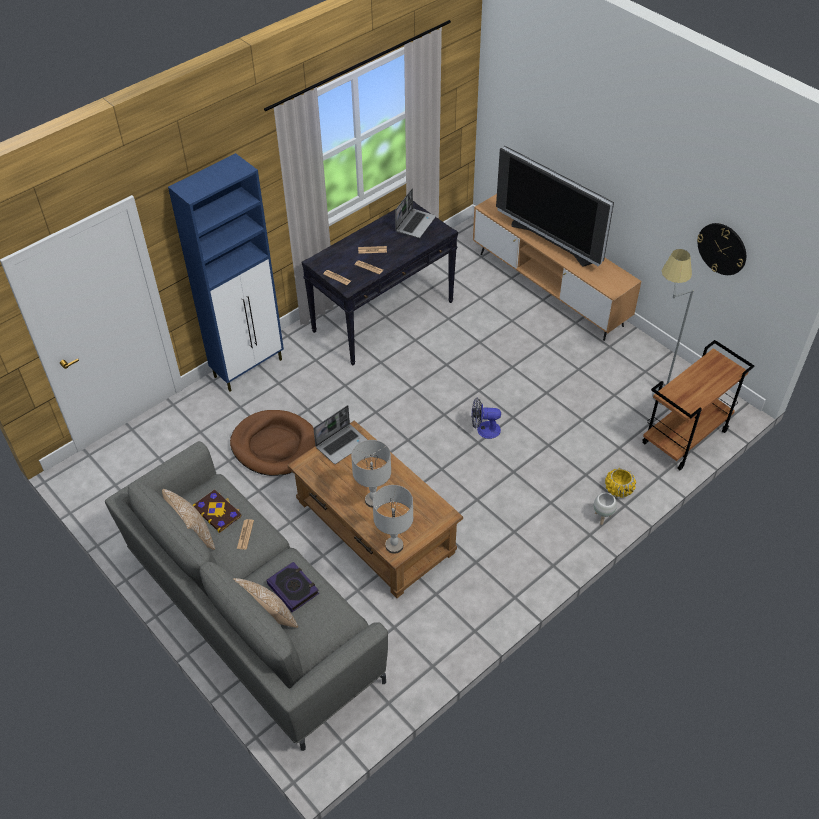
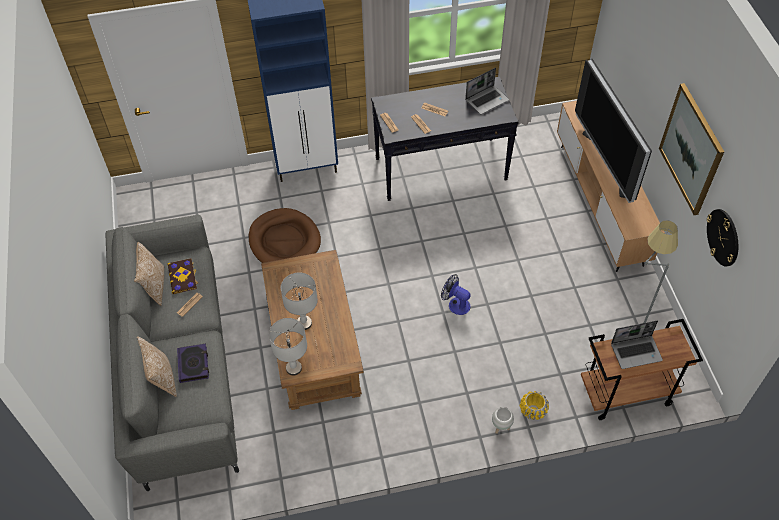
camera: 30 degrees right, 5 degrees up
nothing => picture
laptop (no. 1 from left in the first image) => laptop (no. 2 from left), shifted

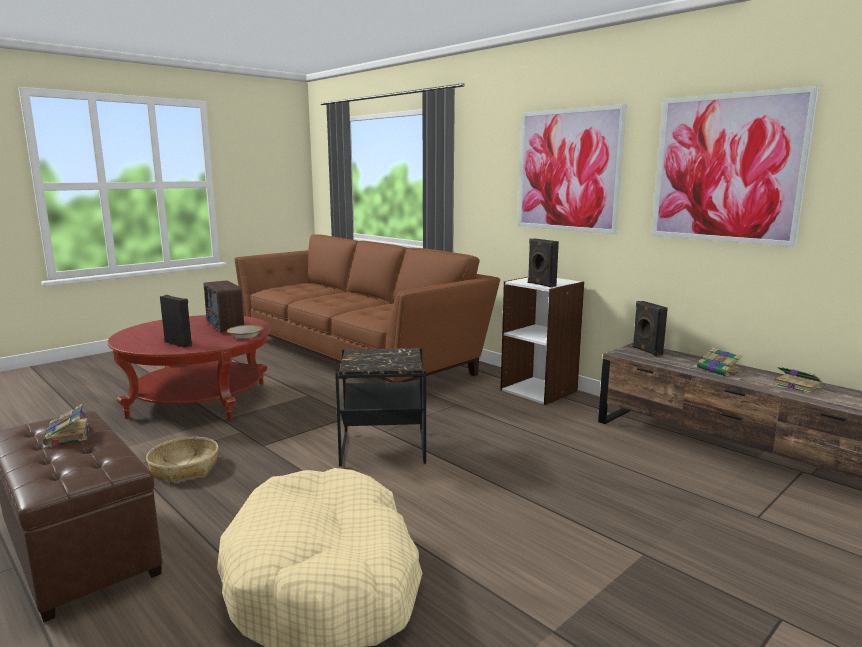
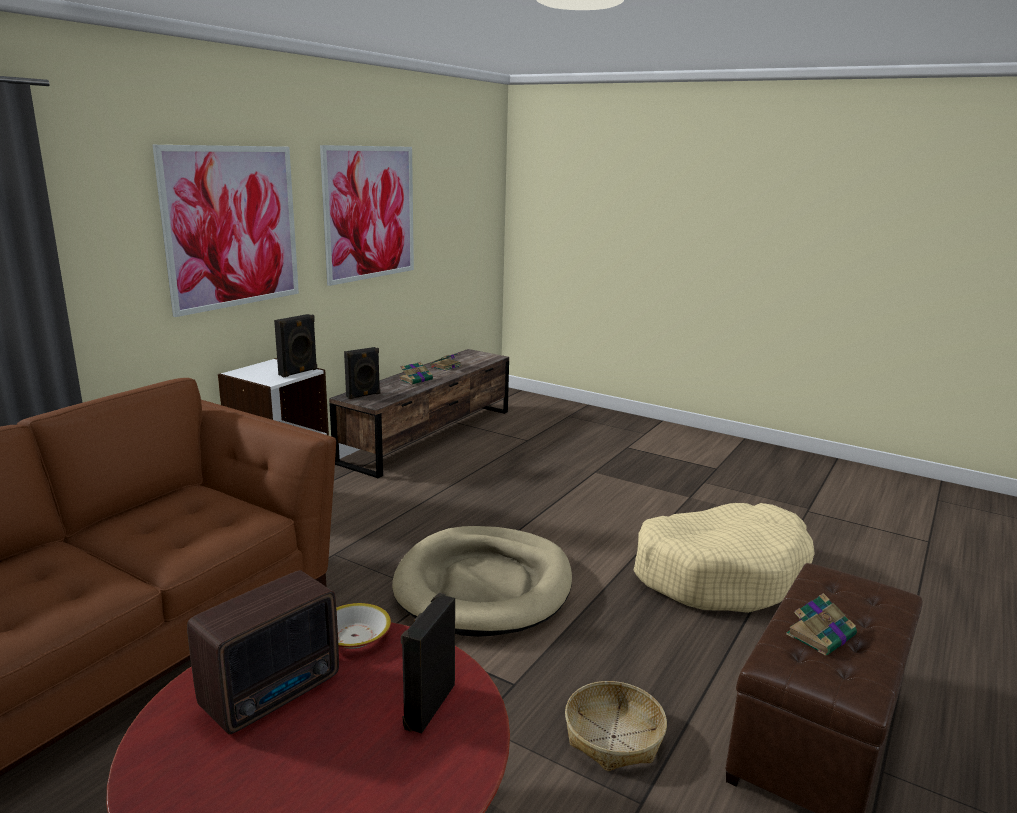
camera: 105 degrees left, 5 degrees up
side table (black) => dog bed (beige) (no. 1 from left)

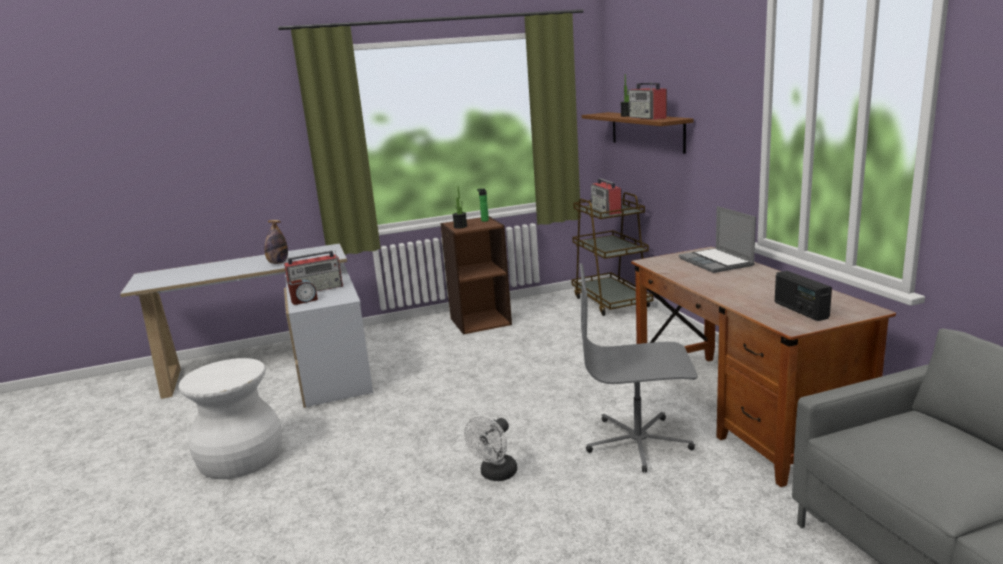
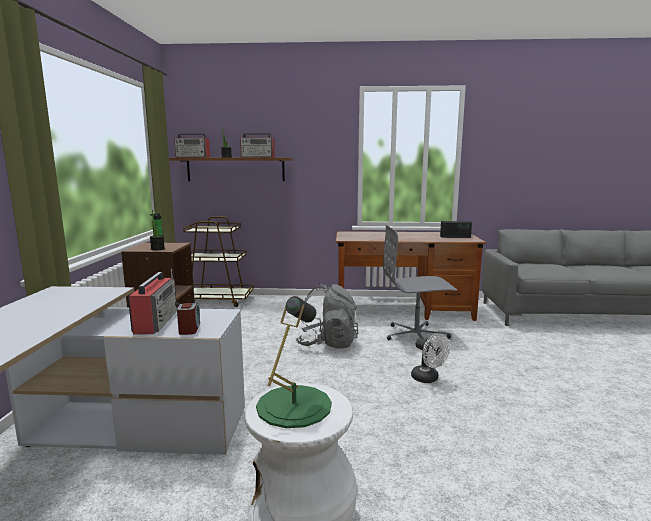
camera: 70 degrees left, 5 degrees down
bottle (no. 1 from left) => nothing
laptop => nothing
nothing => table lamp (green)
nothing => backpack (grey)
radio (no. 2 from left), shifted
office chair (grey), 60 degrees clockwise

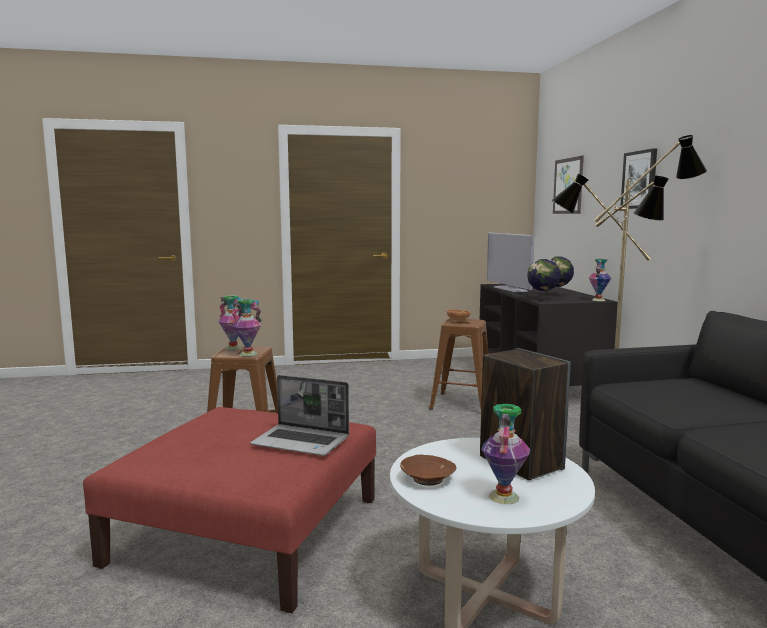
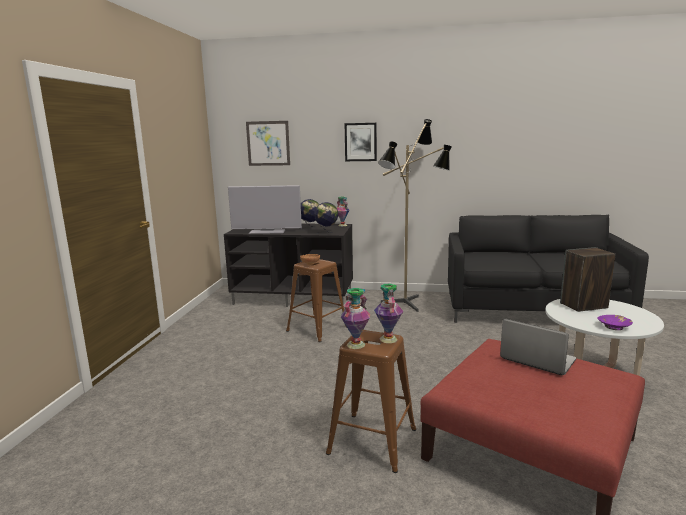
camera: 70 degrees left, 5 degrees up
vase (no. 3 from left) => nothing
bowl (brown) (no. 1 from left) => bowl (purple)
laptop, 90 degrees counterclockwise

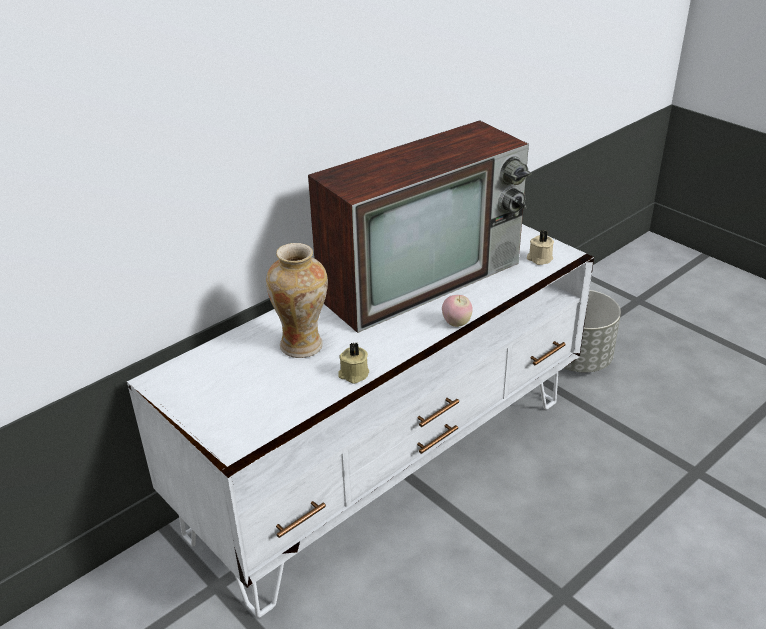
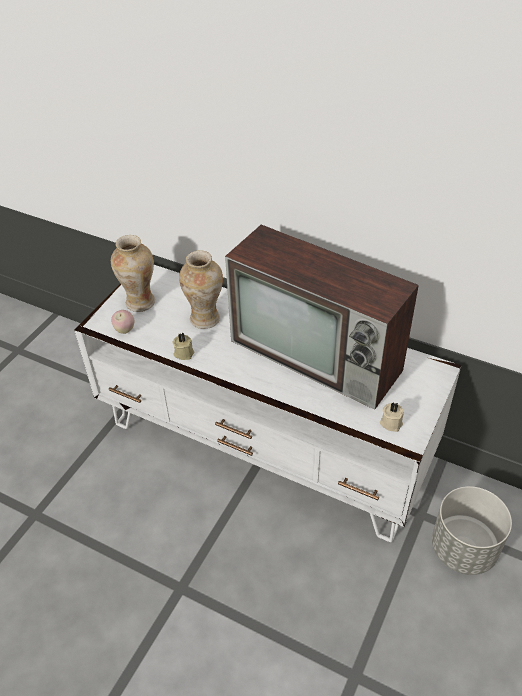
camera: 70 degrees right, 10 degrees up
nothing => vase (no. 1 from left)
apple, shifted

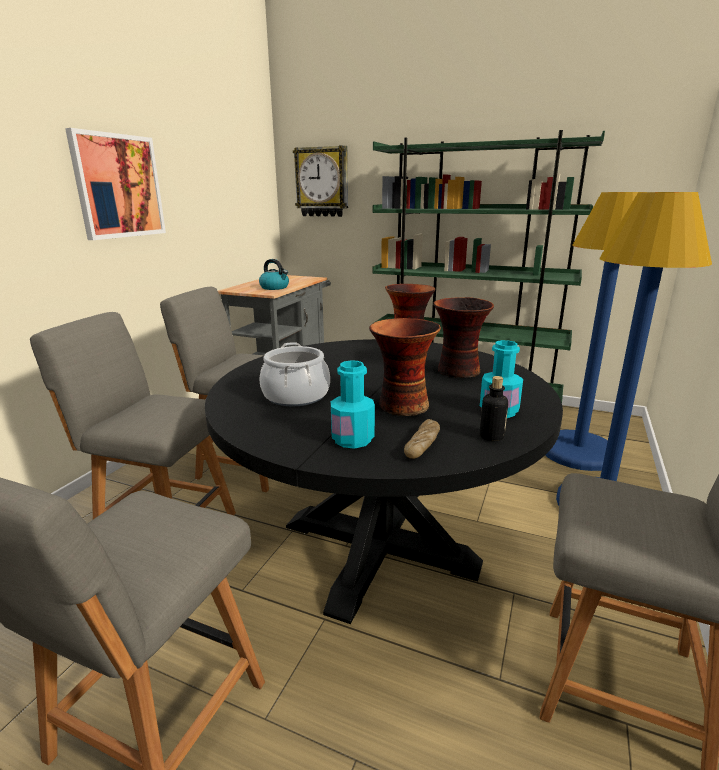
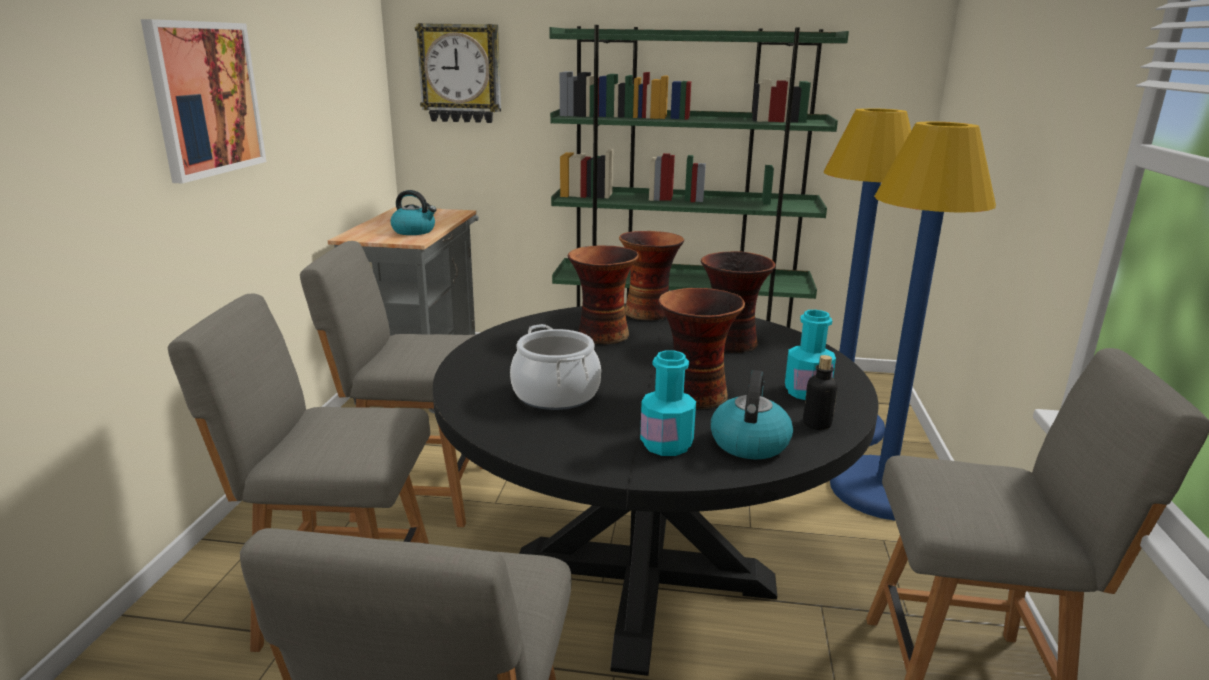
camera: 15 degrees left, 0 degrees up
nothing => vase (no. 1 from left)
bread => kettle (no. 2 from left)

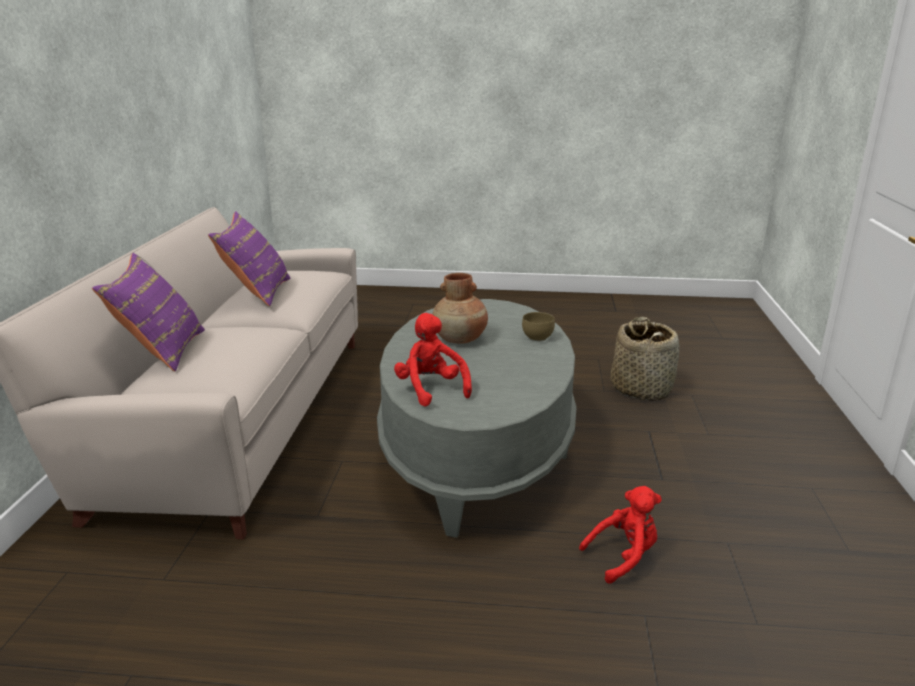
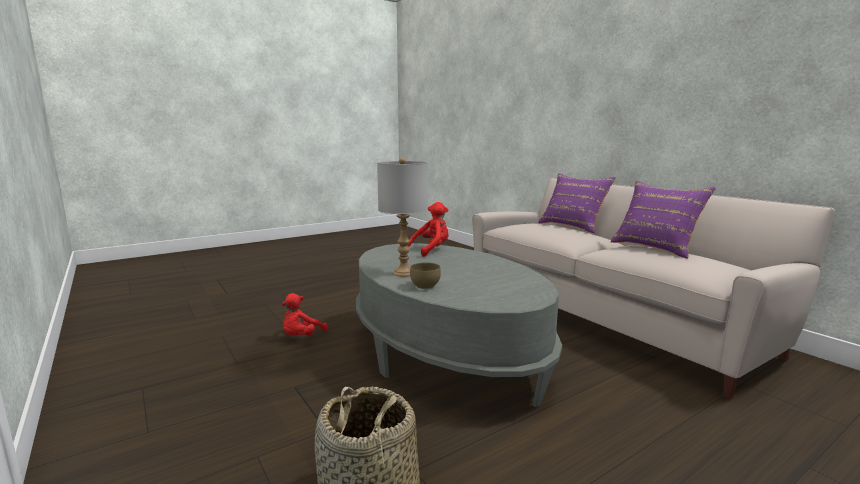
camera: 140 degrees right, 10 degrees down
vase (brown) => nothing
nothing => table lamp (grey)
plush toy (red) (no. 1 from left in the first image) => plush toy (red) (no. 2 from left), 60 degrees counterclockwise

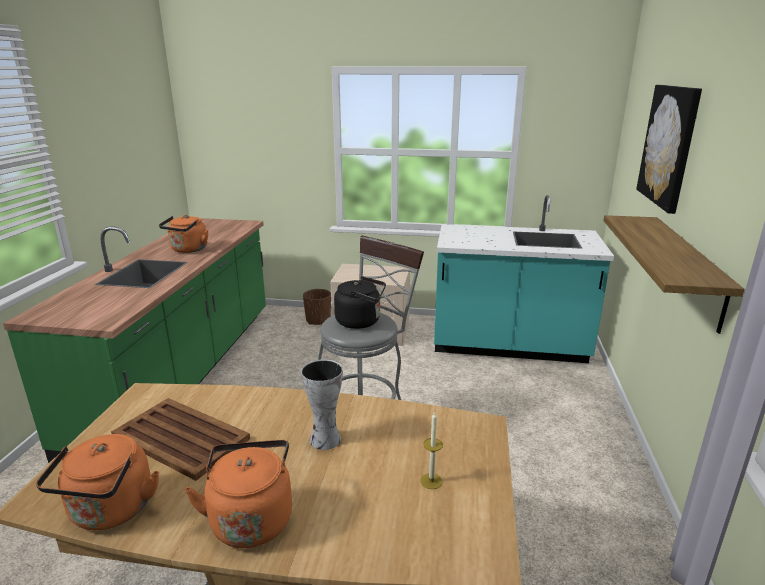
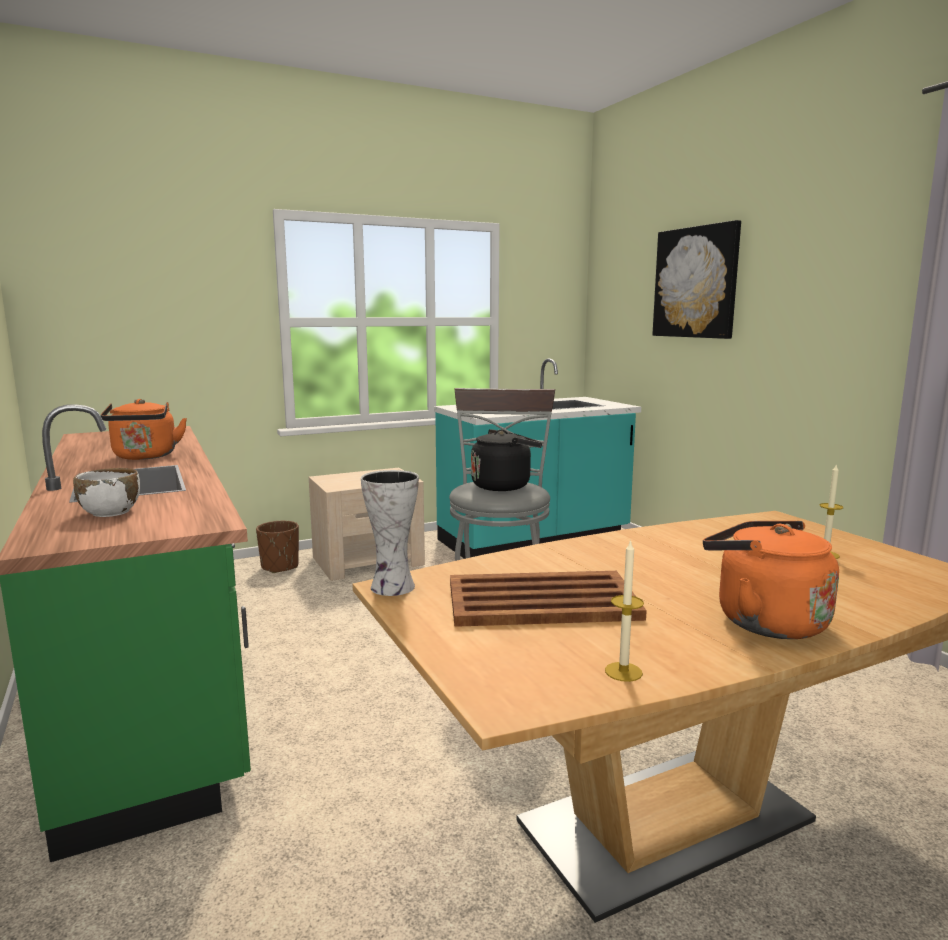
camera: 35 degrees left, 10 degrees down
shelf => nothing
nothing => bowl (white)
vase, shifted
kettle (orange) (no. 1 from left) => candle (no. 1 from left)

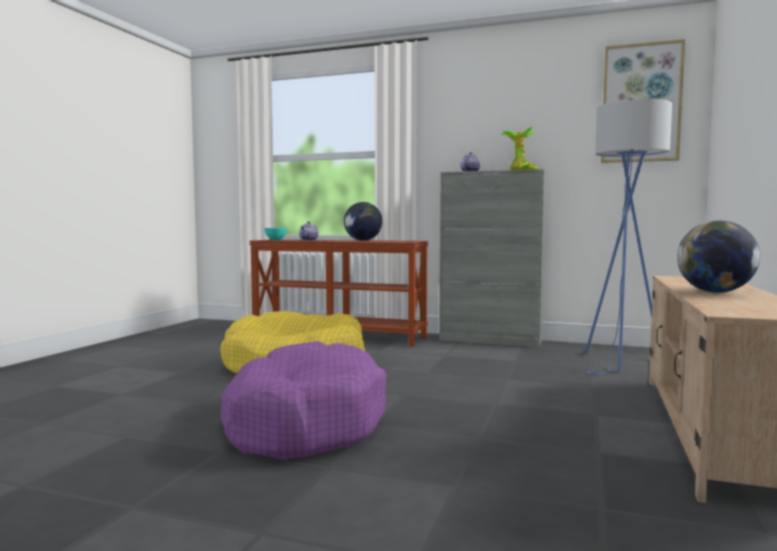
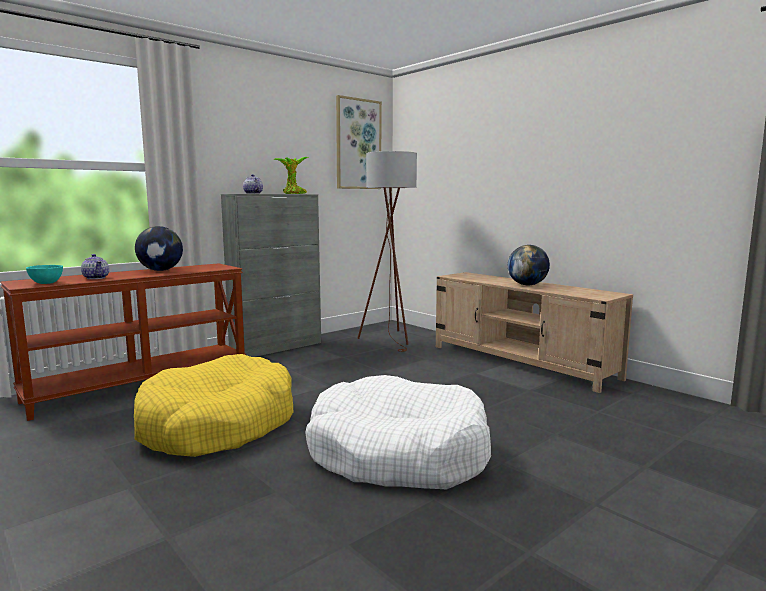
camera: 60 degrees left, 5 degrees up
dog bed (purple) => dog bed (white)
floor lamp (blue) => floor lamp (brown)

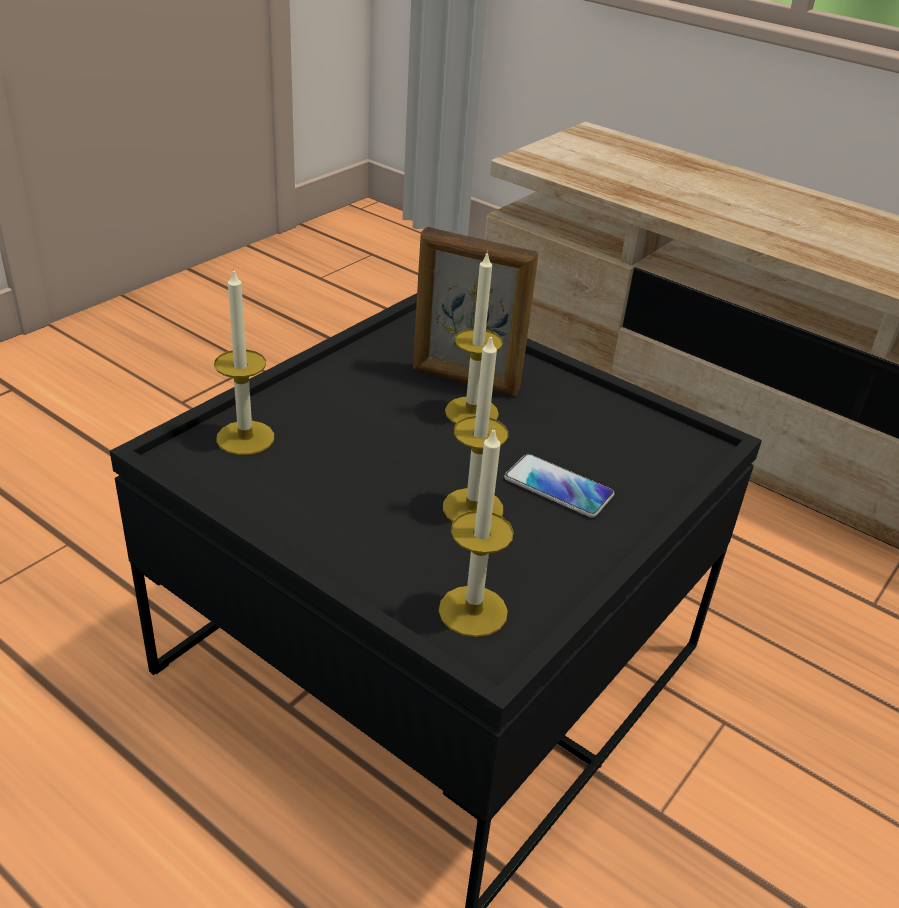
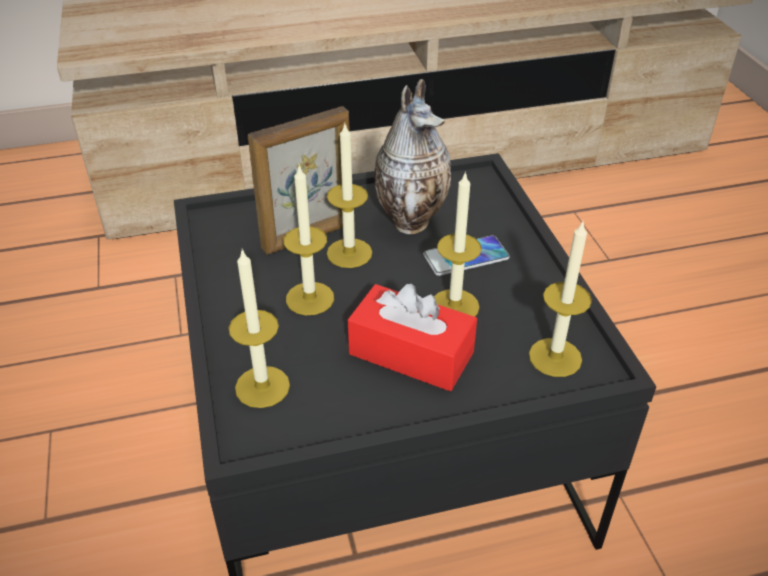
camera: 50 degrees left, 5 degrees up
nothing => candle (no. 2 from left)
nothing => tissue box (red)
nothing => vase

